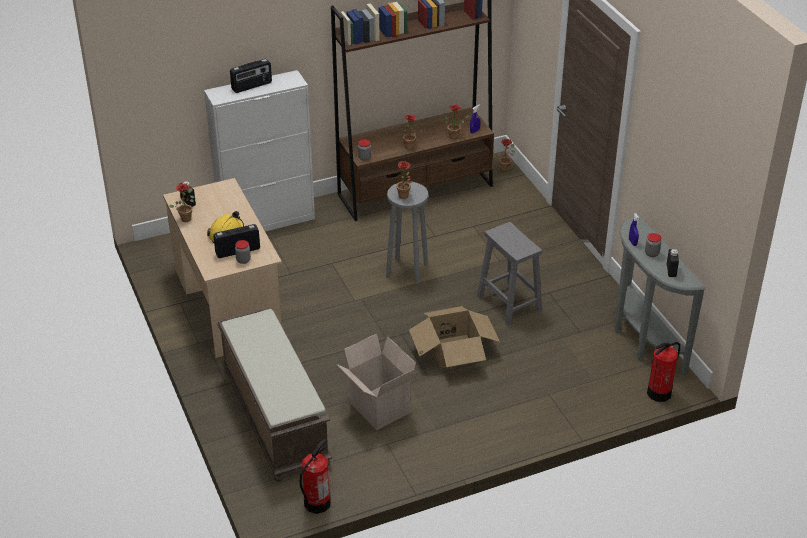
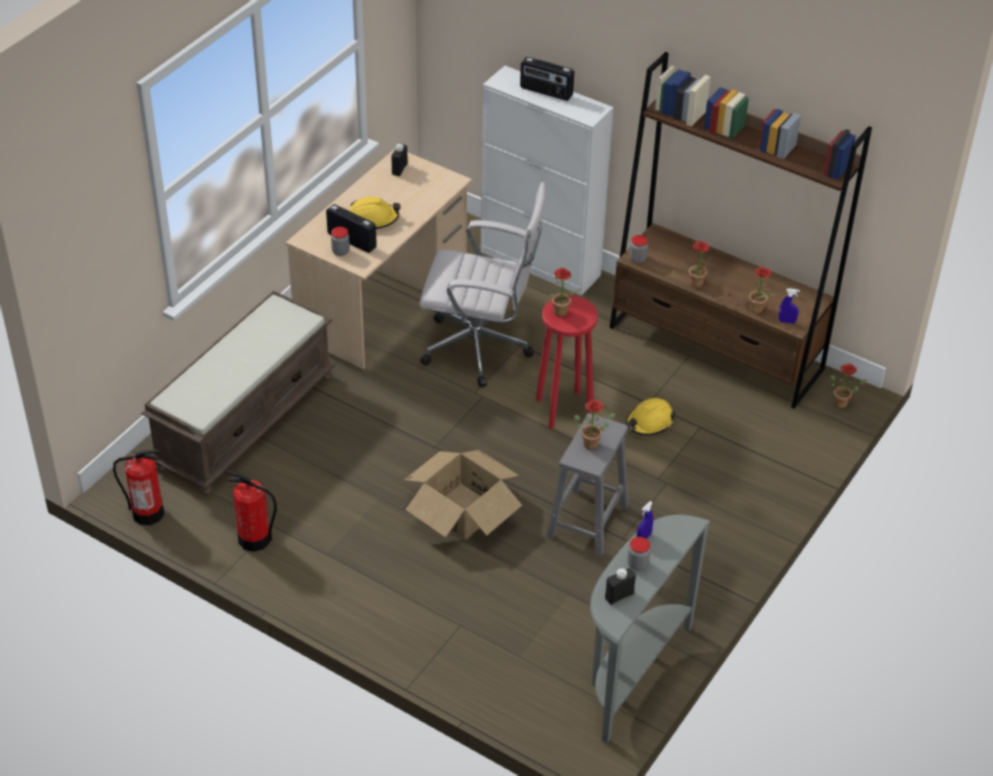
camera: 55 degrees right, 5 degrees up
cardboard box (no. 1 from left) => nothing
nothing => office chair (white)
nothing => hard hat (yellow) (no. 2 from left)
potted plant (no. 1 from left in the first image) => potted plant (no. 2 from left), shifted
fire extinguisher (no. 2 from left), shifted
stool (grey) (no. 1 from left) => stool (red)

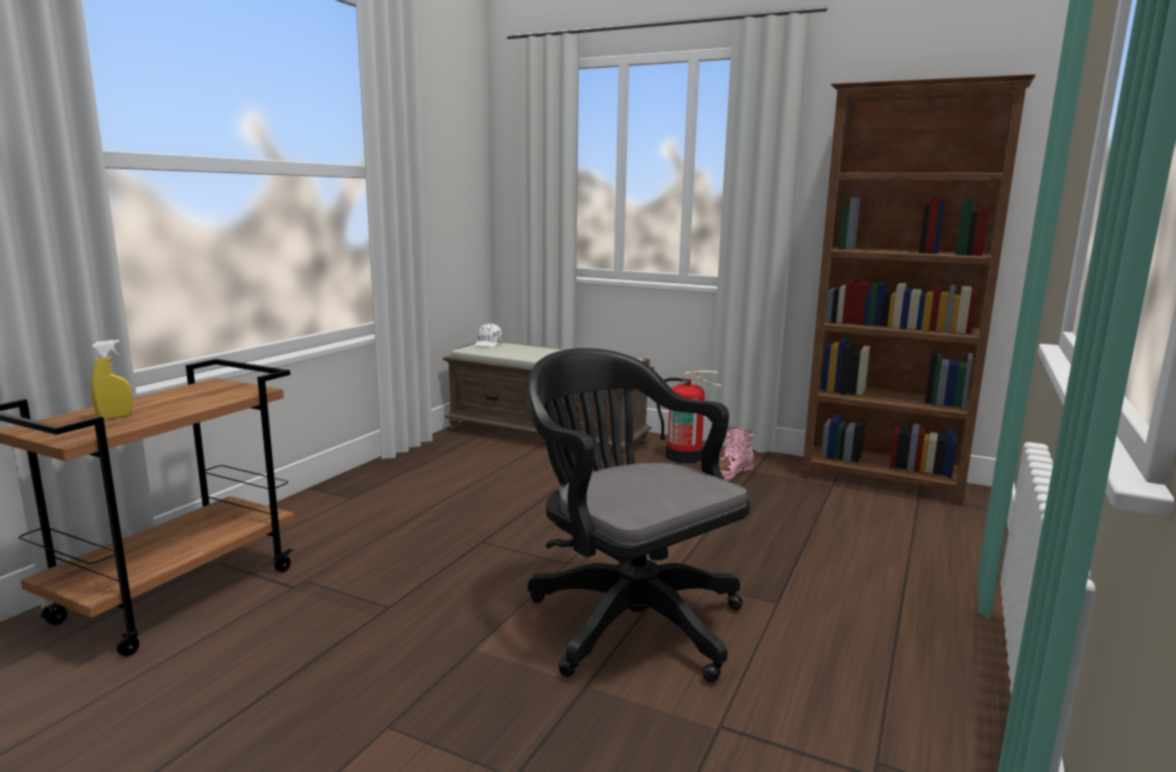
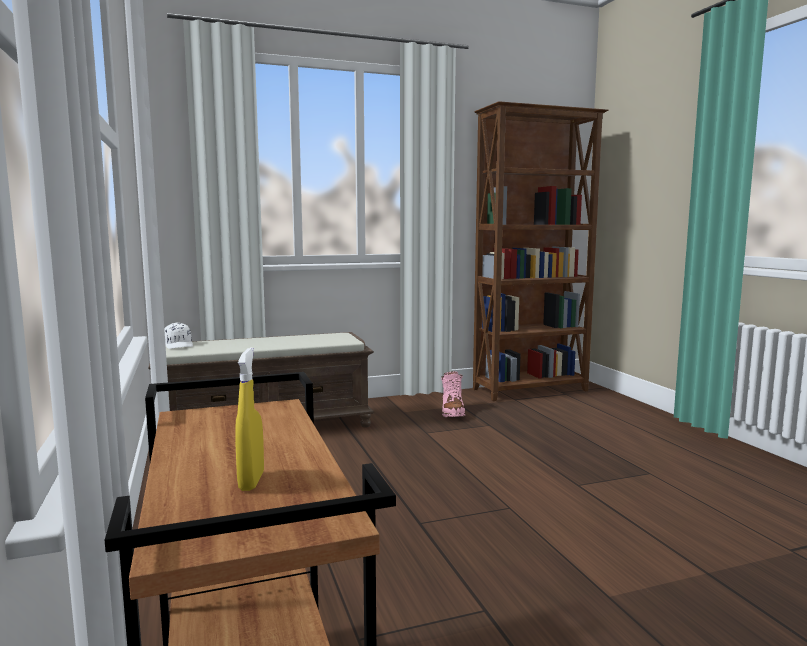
camera: 45 degrees left, 5 degrees down
office chair (black) => nothing
fire extinguisher => nothing

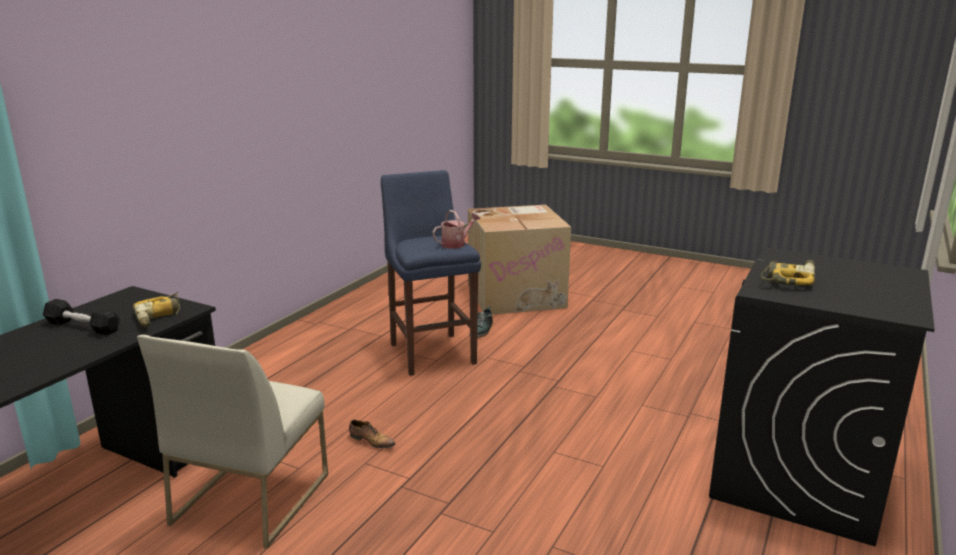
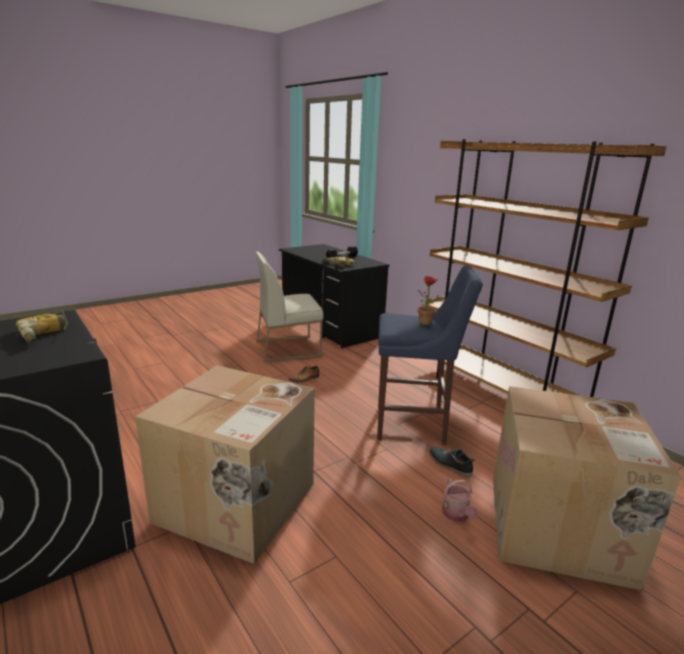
camera: 115 degrees right, 0 degrees up
nothing => cardboard box (no. 1 from left)
nothing => potted plant
nothing => bookcase (brown)
watering can, shifted
chair (white), 60 degrees counterclockwise

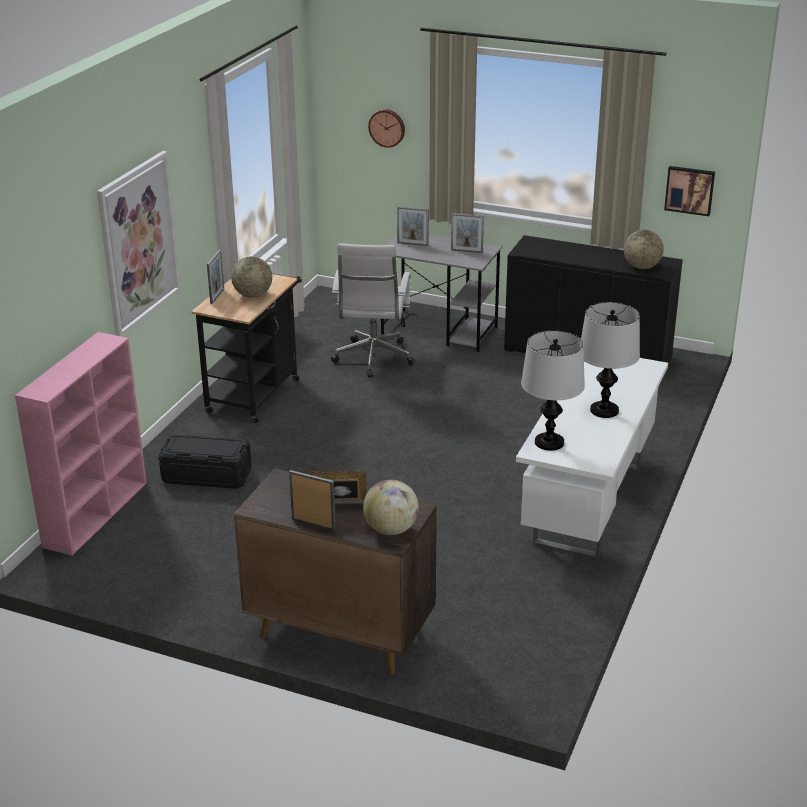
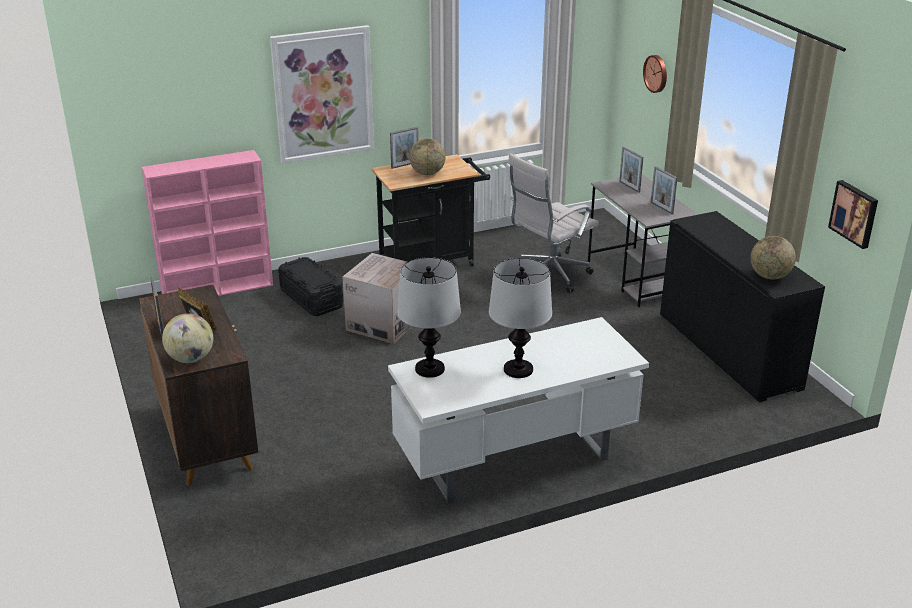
camera: 45 degrees right, 0 degrees up
nothing => cardboard box

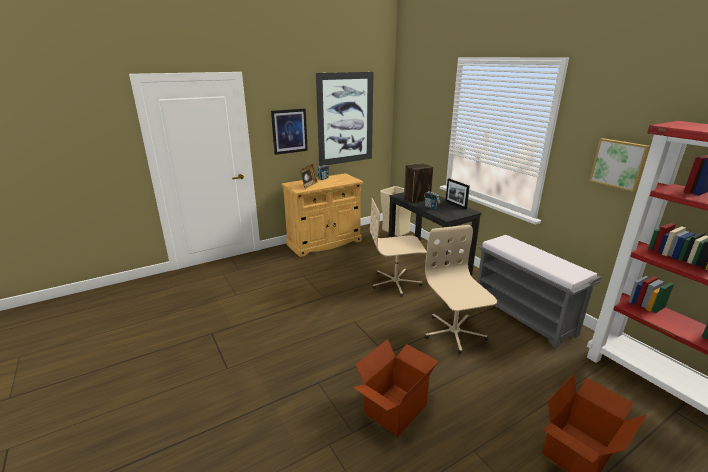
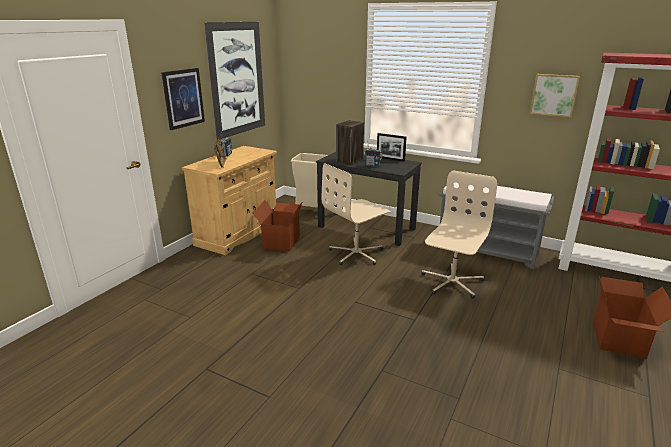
camera: 30 degrees left, 0 degrees up
cardboard box (no. 1 from left), shifted
office chair (beige) (no. 2 from left), 75 degrees clockwise

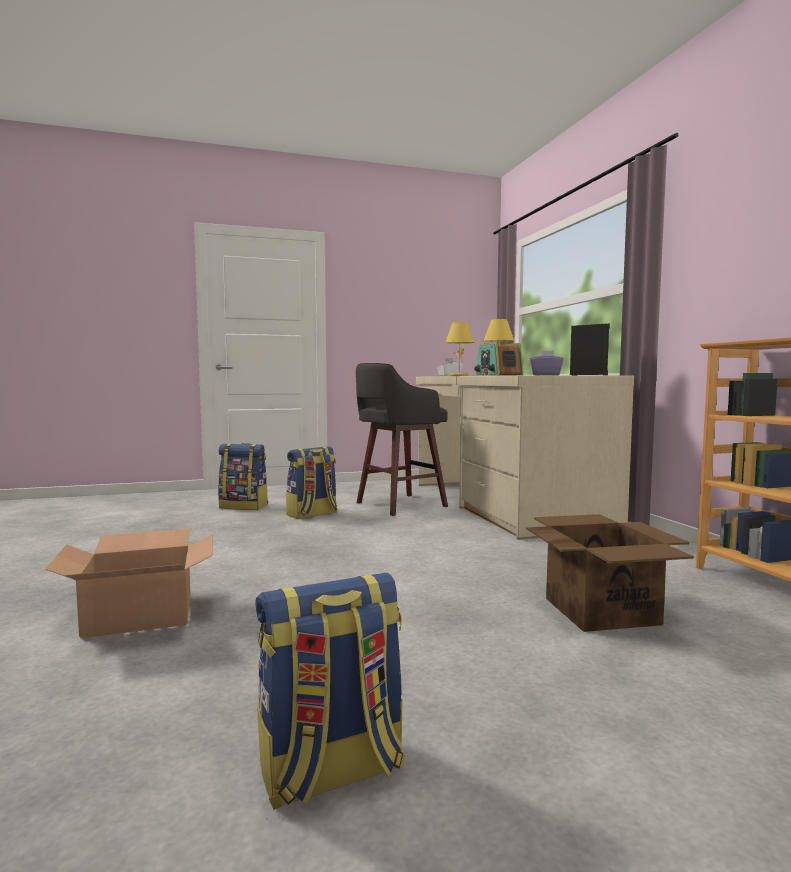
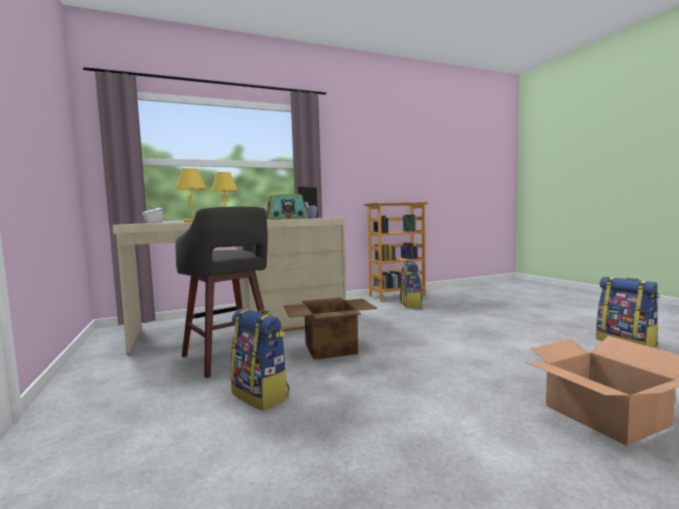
camera: 95 degrees left, 0 degrees up
backpack (no. 1 from left in the first image) => backpack (no. 2 from left), shifted
cardboard box (no. 2 from left in the first image) => cardboard box (no. 1 from left), shifted

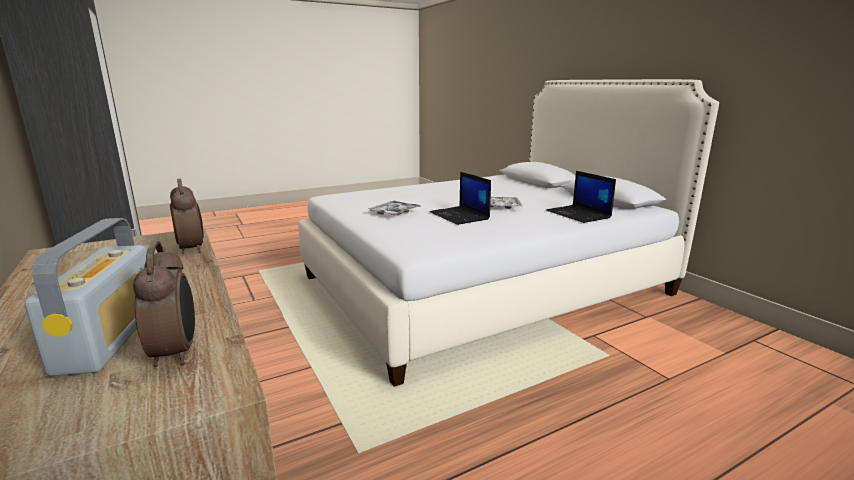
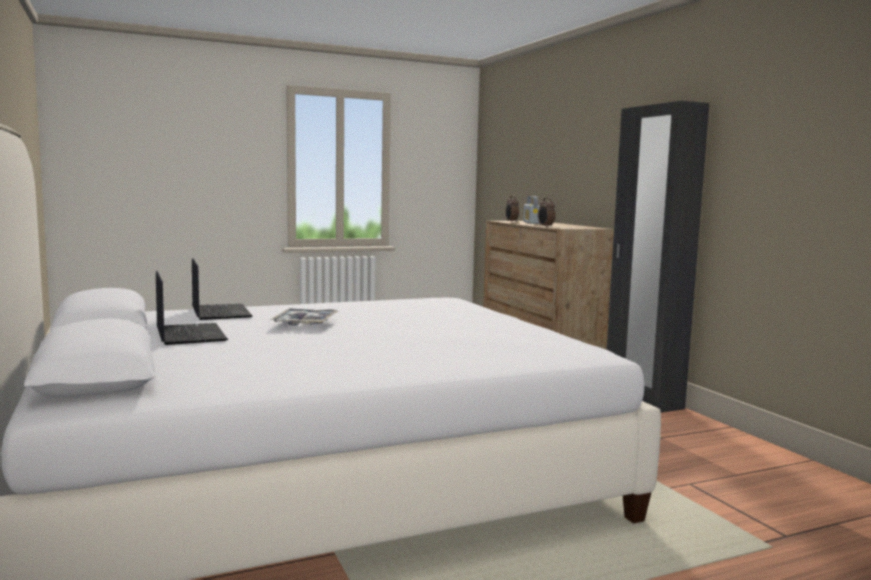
camera: 175 degrees left, 10 degrees down
tray (no. 1 from left) => nothing
laptop (no. 1 from left), shifted

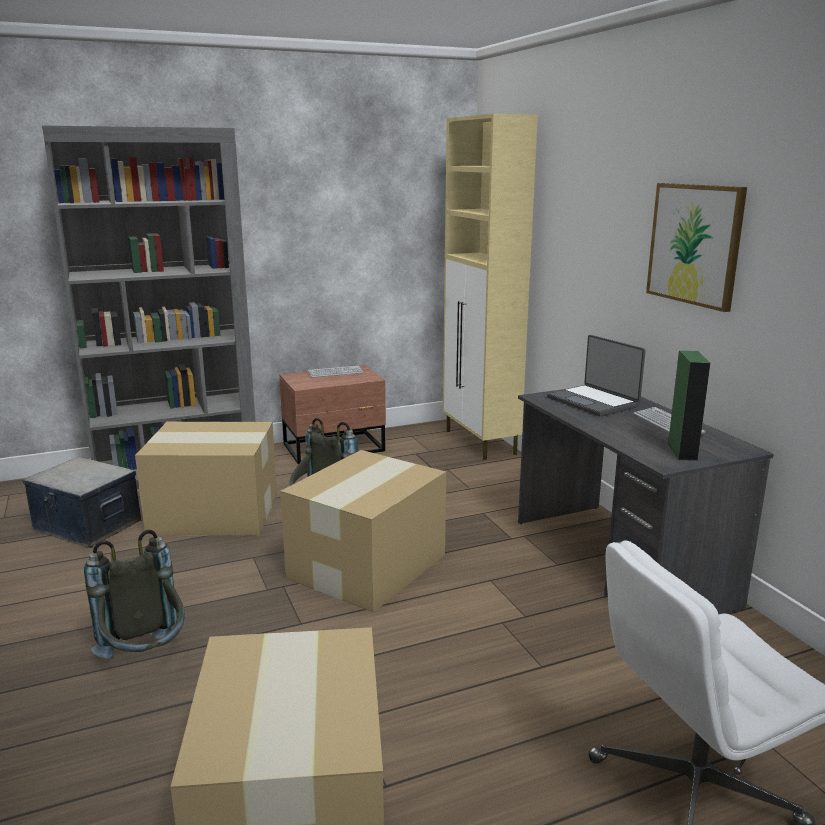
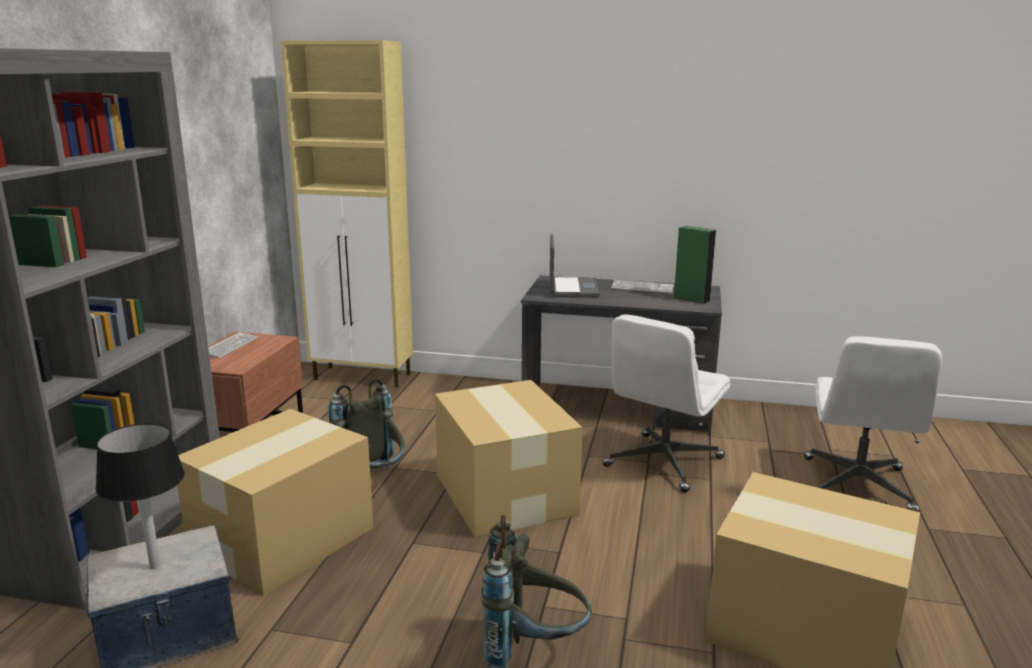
camera: 55 degrees left, 0 degrees up
picture => nothing
nothing => table lamp (black)
nothing => office chair (white) (no. 1 from left)
laptop, 90 degrees counterclockwise

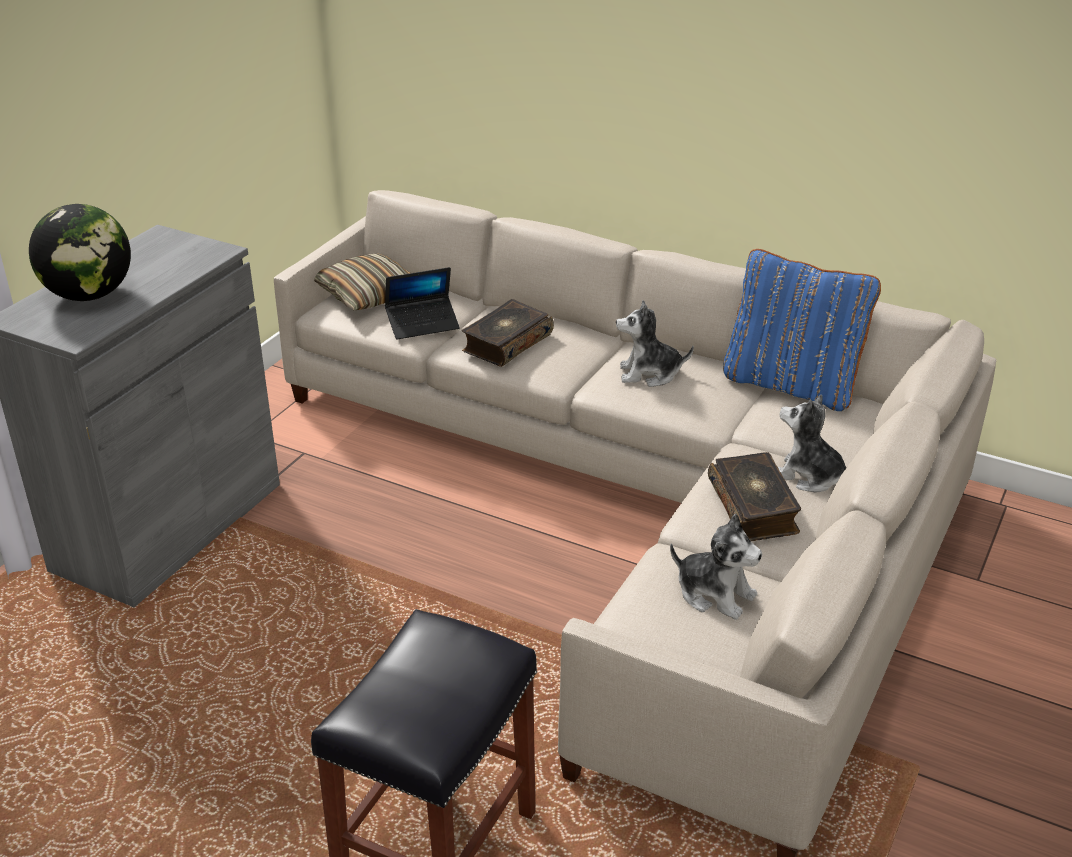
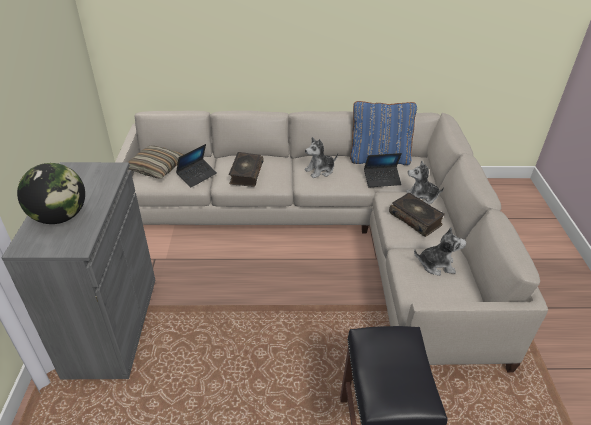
camera: 30 degrees left, 5 degrees up
nothing => laptop (no. 2 from left)

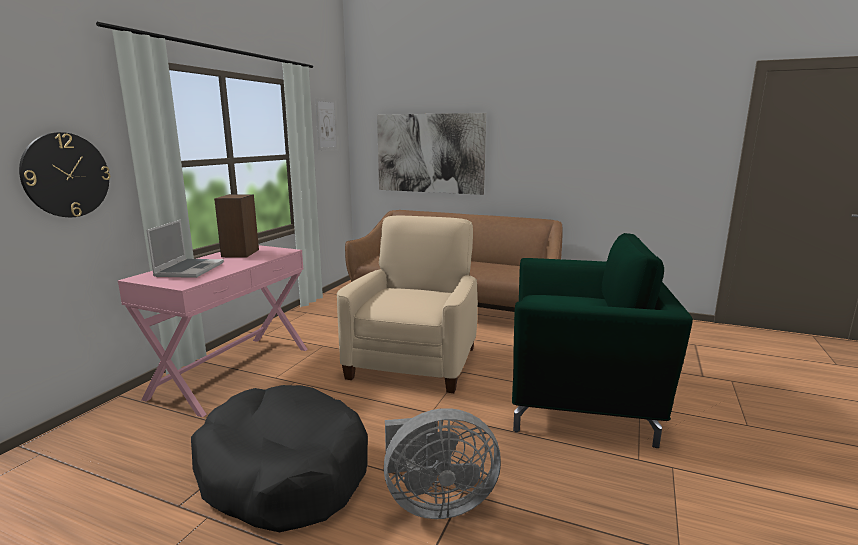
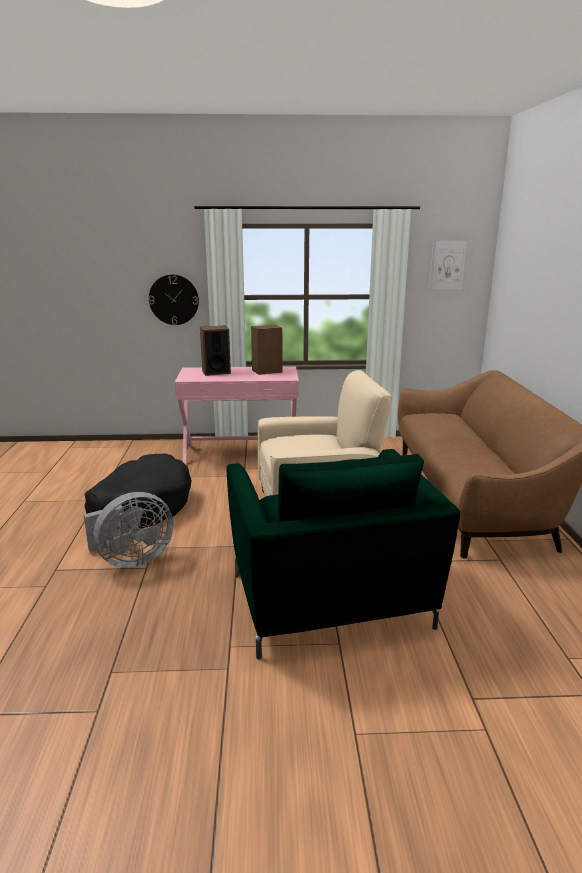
camera: 65 degrees right, 5 degrees up
picture (no. 2 from left) => nothing
laptop => speaker (no. 1 from left)
fan (grey), 90 degrees counterclockwise

